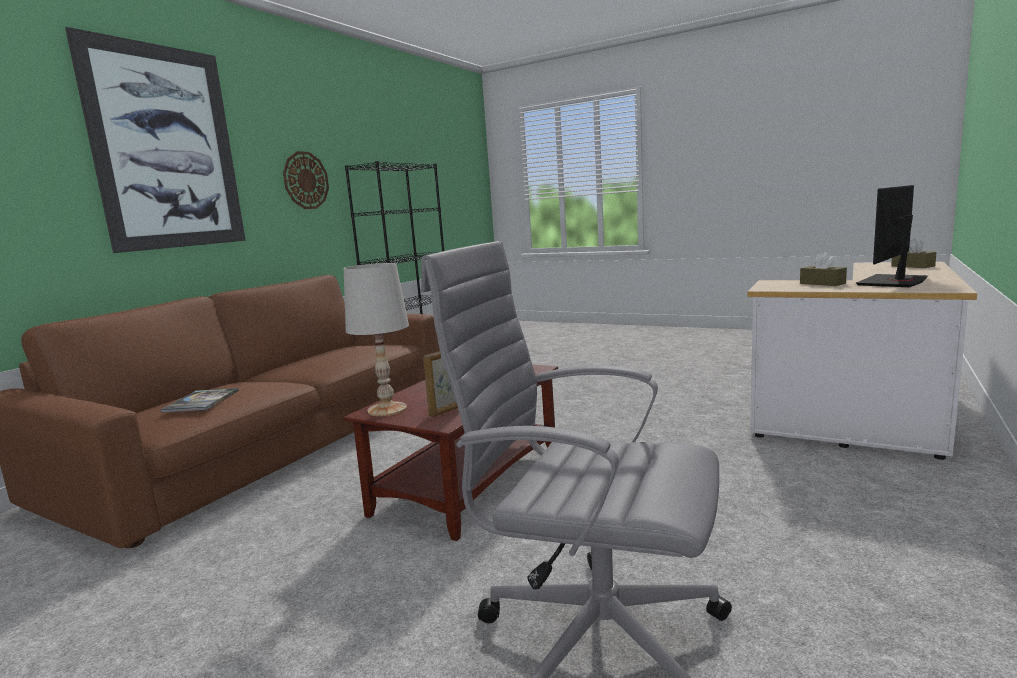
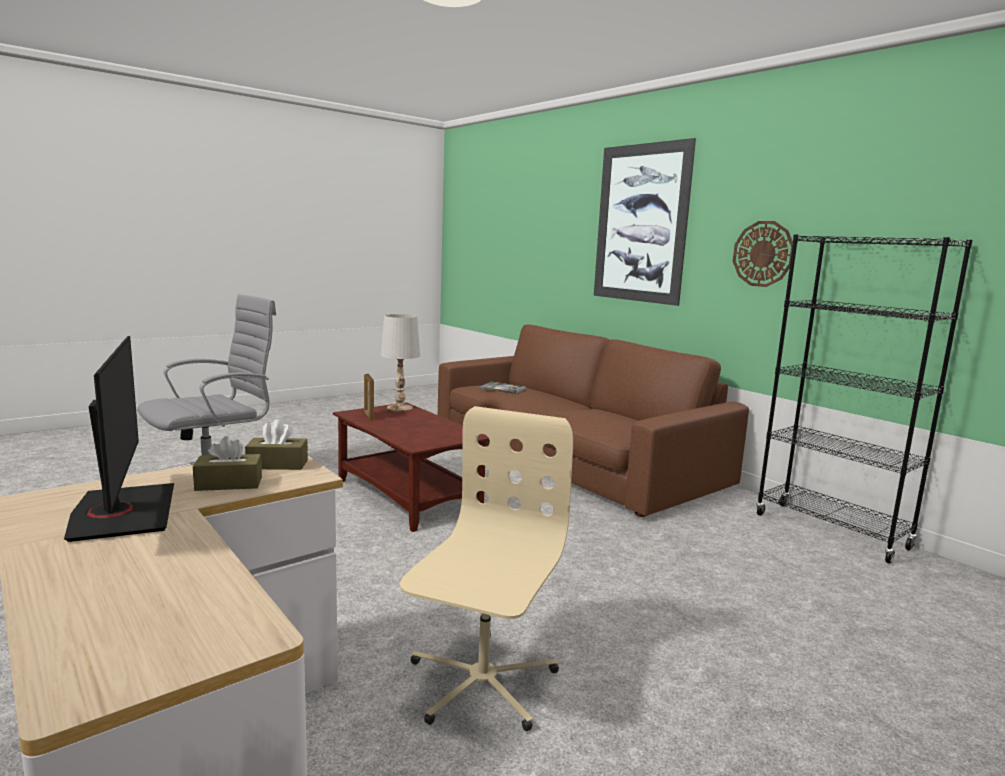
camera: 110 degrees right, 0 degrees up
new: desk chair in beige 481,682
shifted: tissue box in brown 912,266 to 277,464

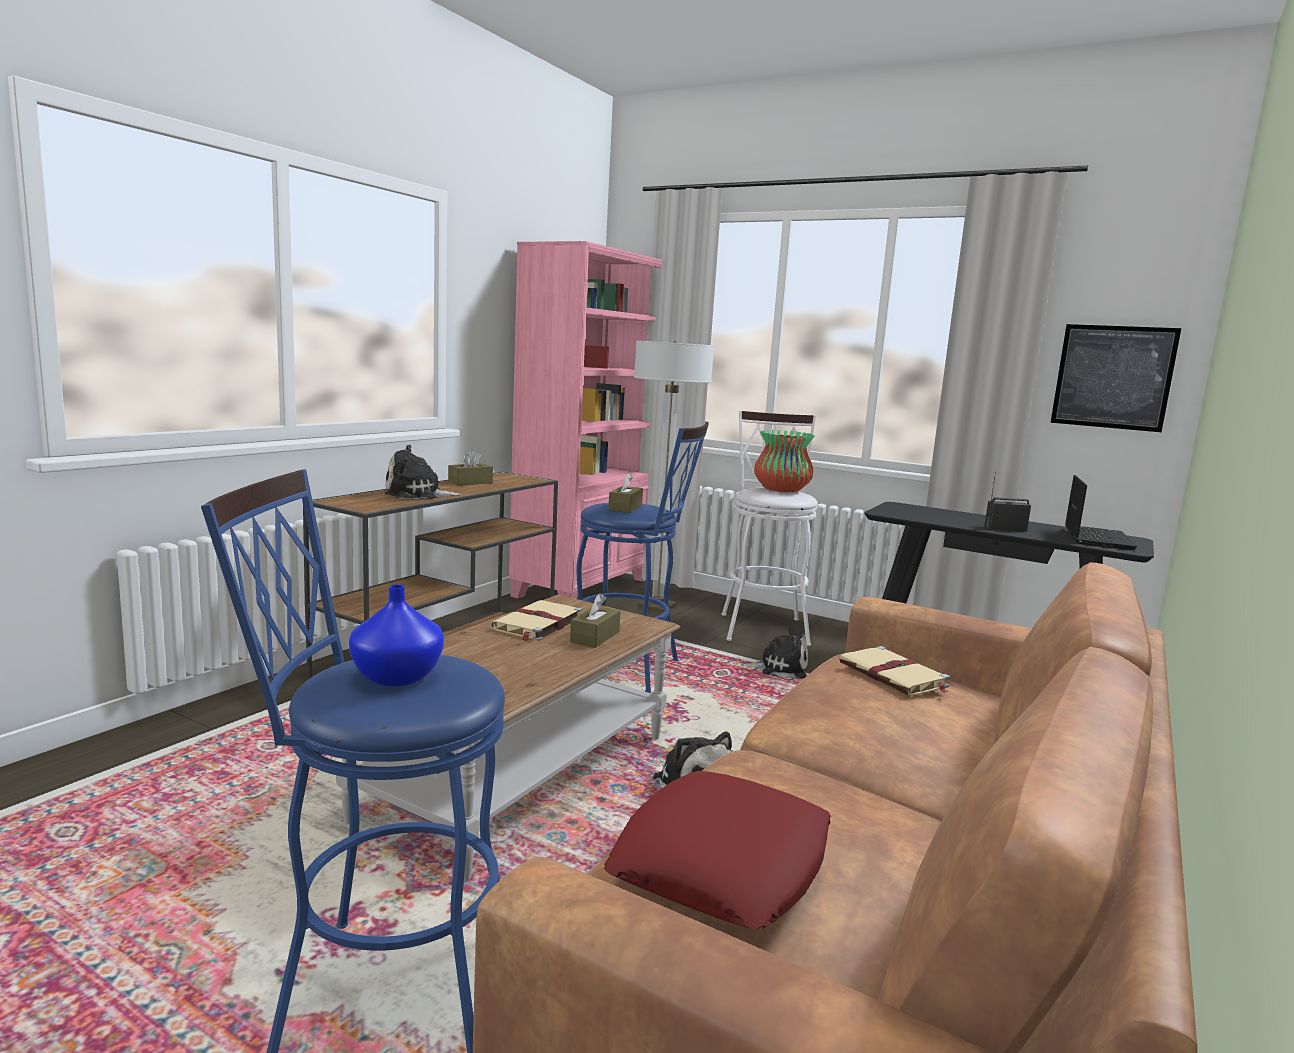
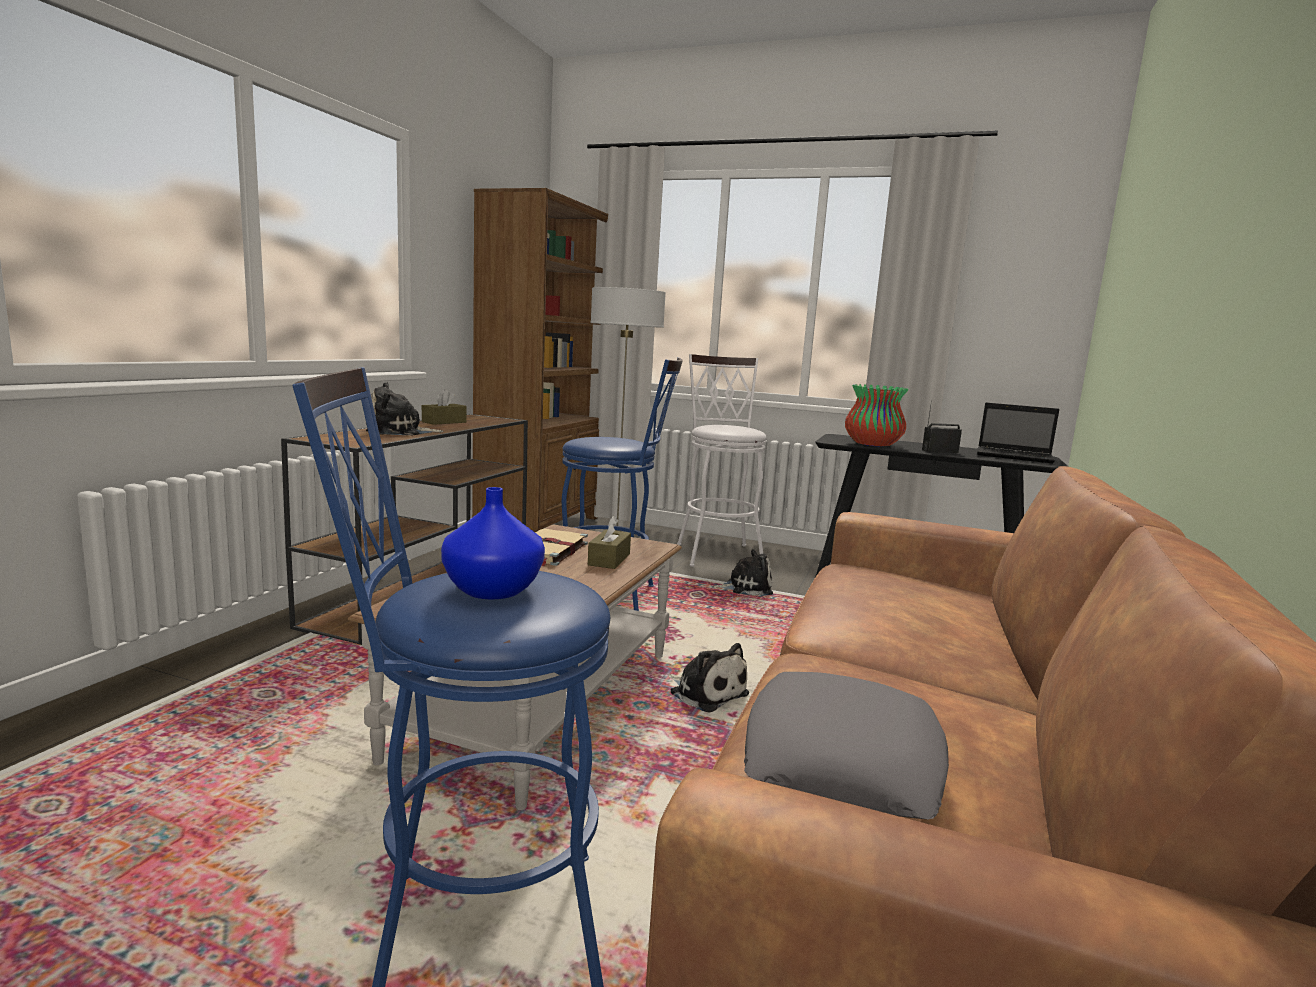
camera: 10 degrees left, 0 degrees up
gone: tissue box in brown 625,508; bound book in beige 894,675; wall art 1113,377
shifted: vase 781,490 to 872,445
repainted: bookshelf in pinkish 584,588 to bookshelf in brown 542,527; throw pillow in reddish 722,862 to throw pillow in greyish 841,757
rotated: portable computer 1096,538 = 1016,457 105 degrees clockwise

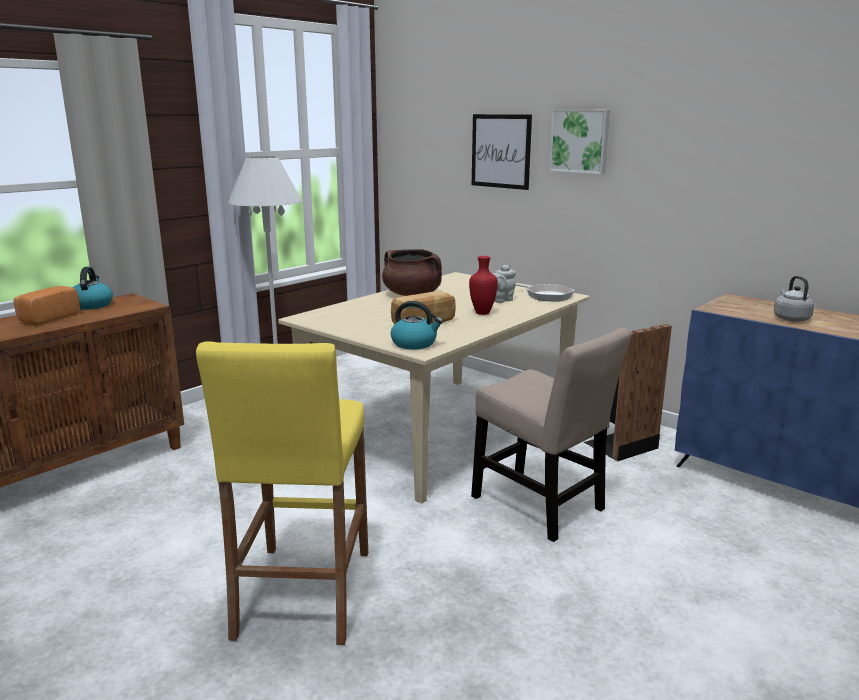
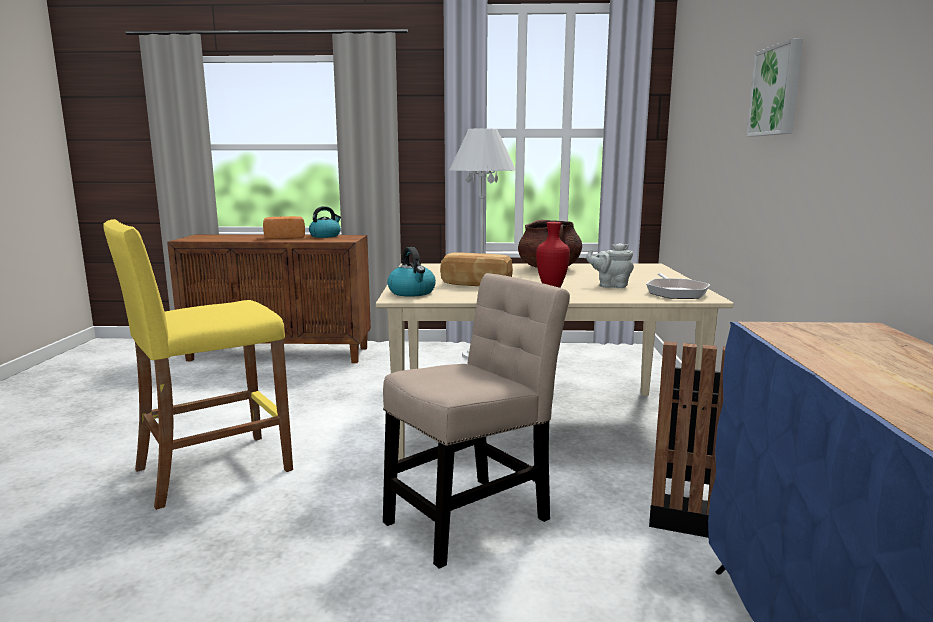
camera: 50 degrees right, 5 degrees down
gone: wall art 501,151; kettle in greyish 790,318
rotated: plain chair in beige 542,506 = 473,516 135 degrees counterclockwise

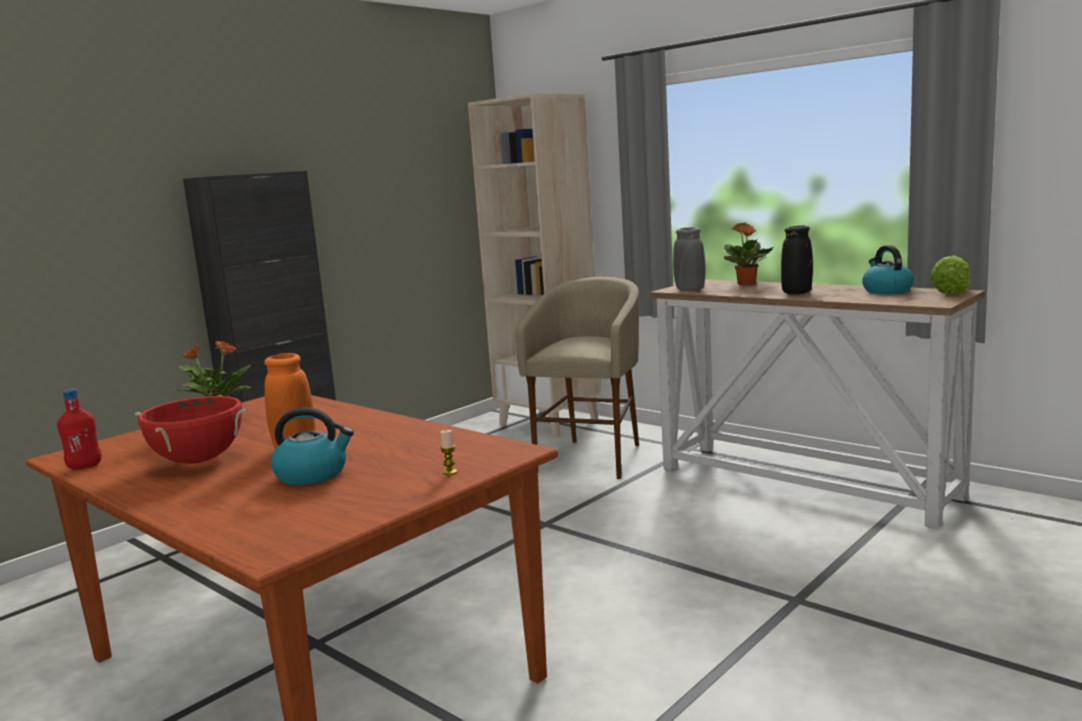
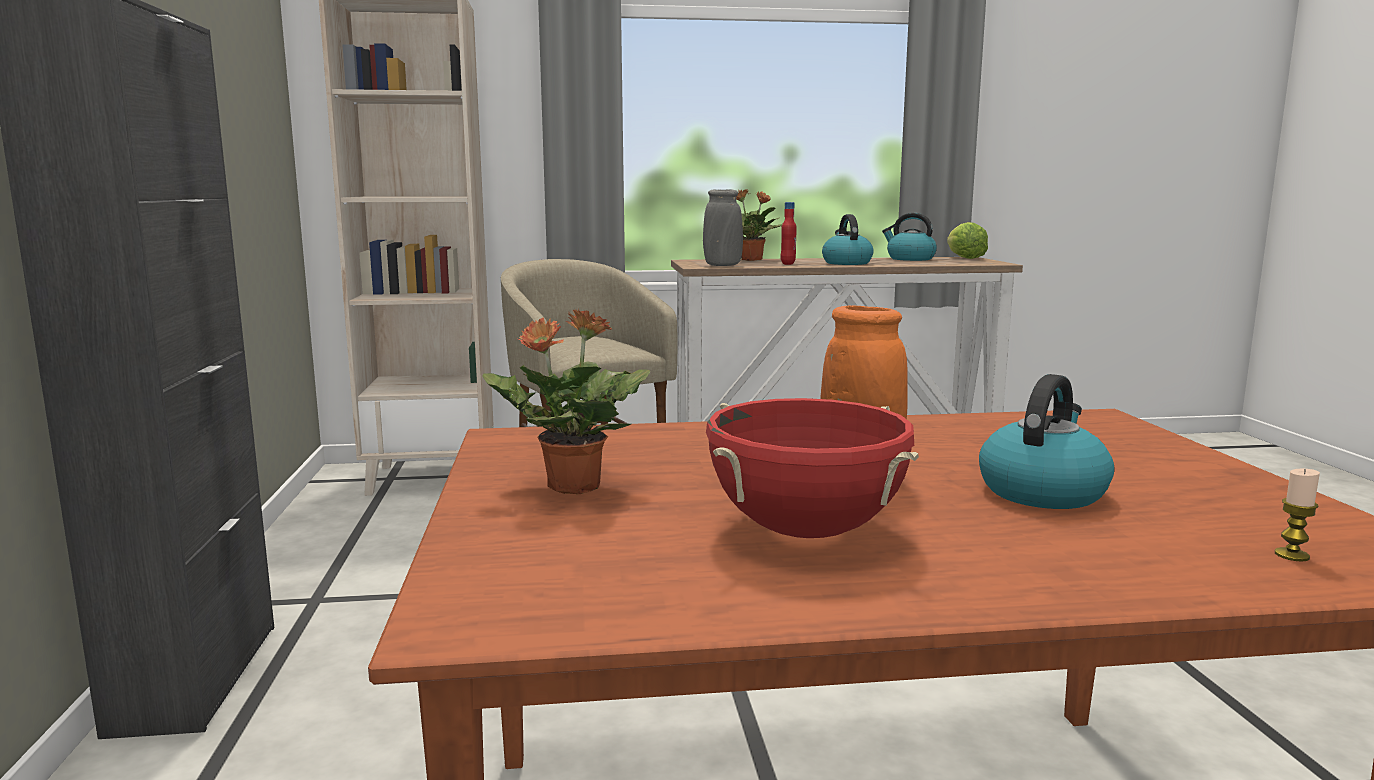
camera: 50 degrees left, 0 degrees up
shifted: beverage bottle in reddish 84,466 to 787,264; wax light 450,472 to 1291,555
swapped: vase in blackish 796,293 to kettle 846,263

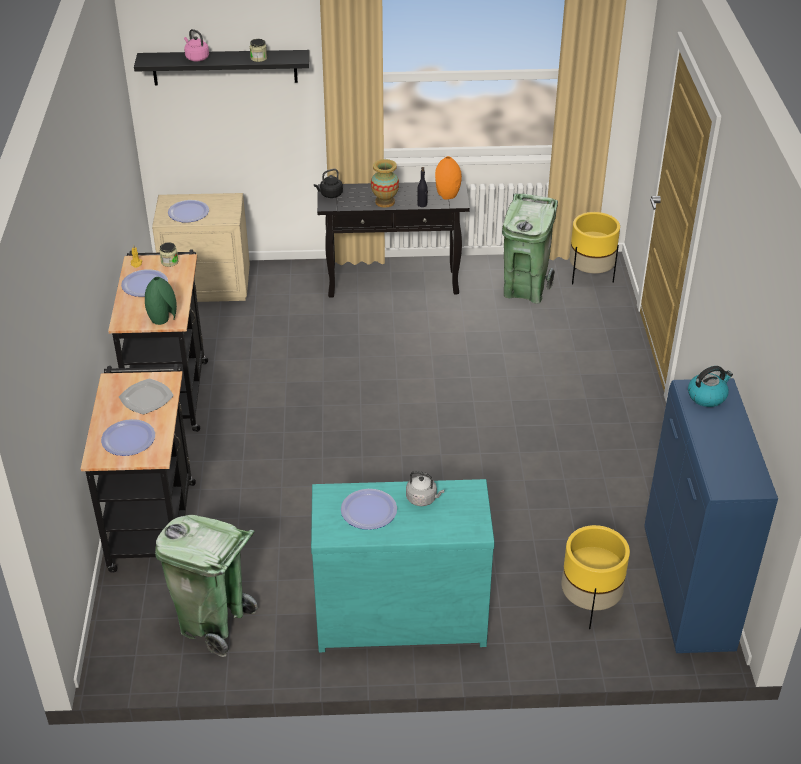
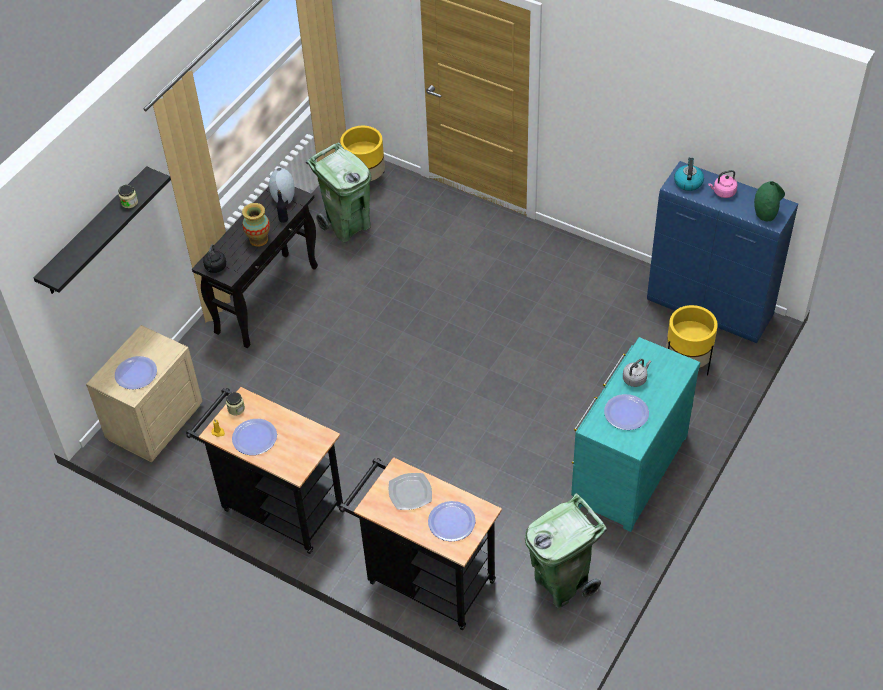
camera: 55 degrees left, 10 degrees up
shifted: vase in green-coloured 163,318 to 766,213; kettle in pinkish 196,58 to 723,192
repainted: vase in orange 447,194 to vase in greyish 284,198

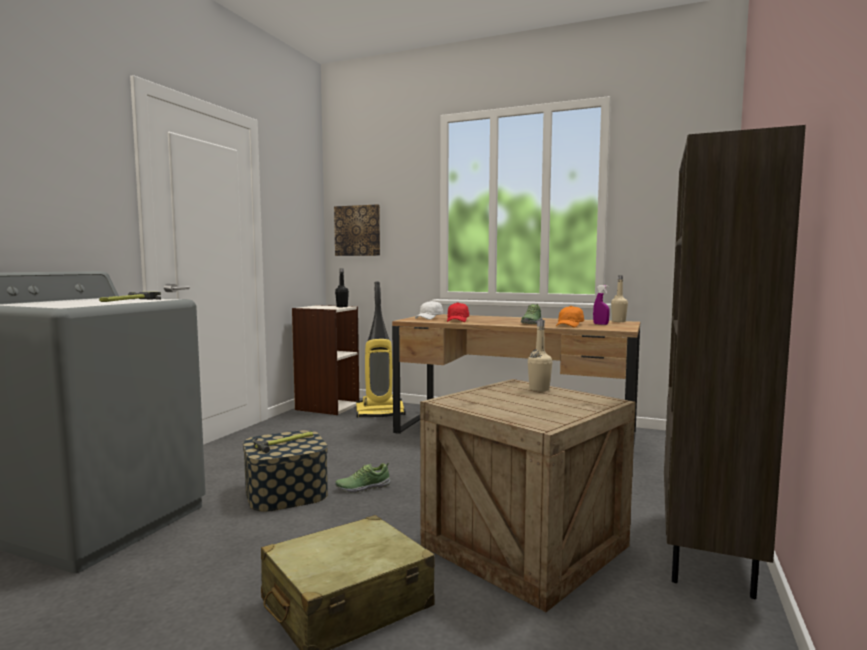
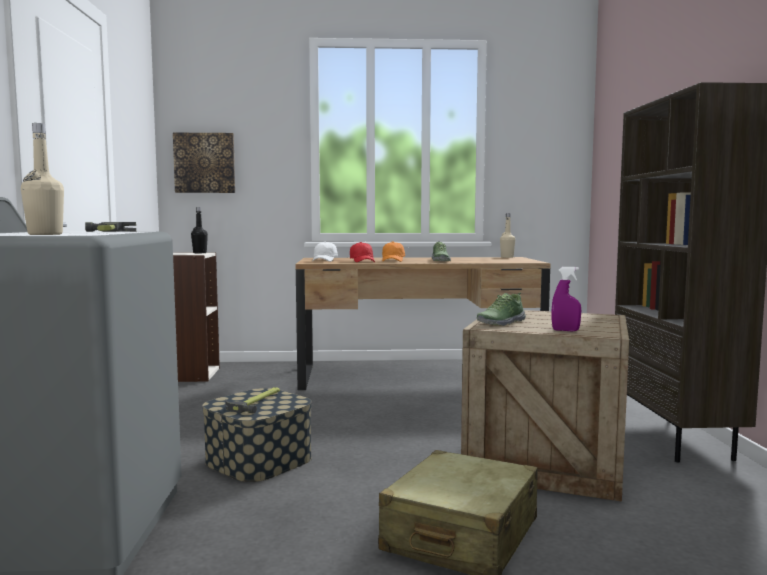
camera: 25 degrees left, 0 degrees up
gone: hoover 380,413
shifted: low shoe 363,487 to 500,322; beverage bottle in beige 539,389 to 45,234; peaked cap in orange 569,325 to 393,260; sprayer in purple-coloured 600,324 to 565,330

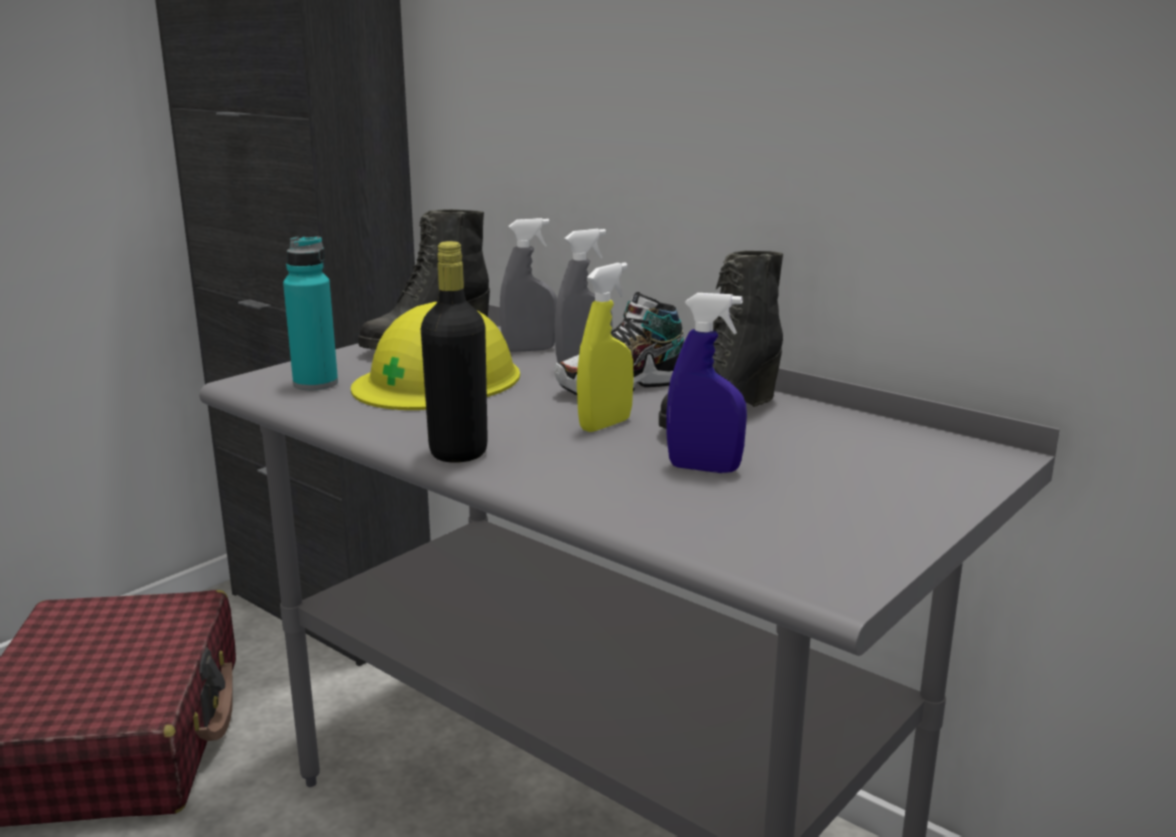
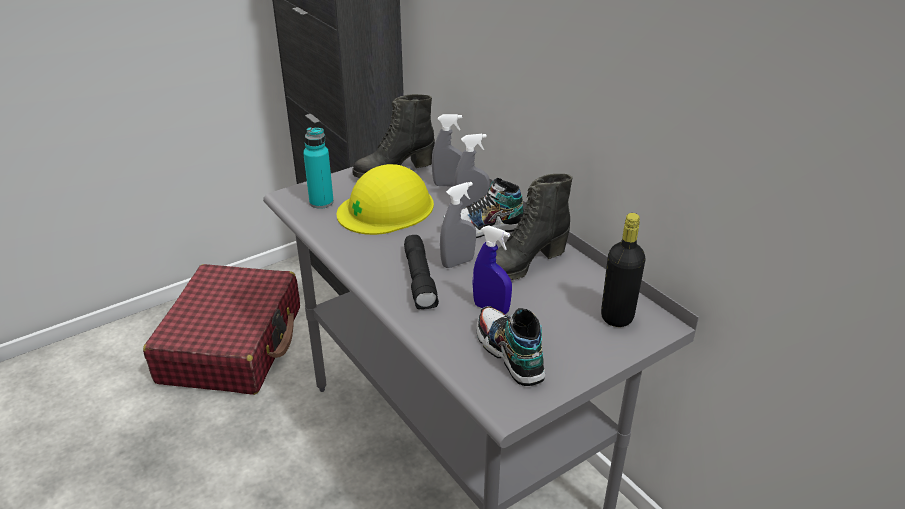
camera: 15 degrees right, 15 degrees up
new: hand torch in blackish 420,280; low shoe 509,354
shifted: beverage bottle in blackish 458,452 to 617,317
repainted: sprayer in yellowish 605,425 to sprayer in greyish 458,262

